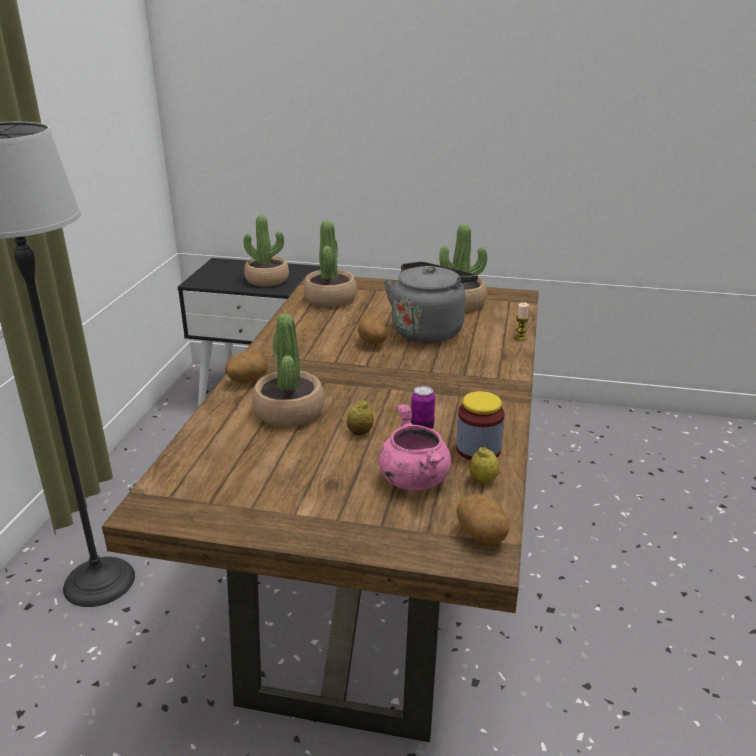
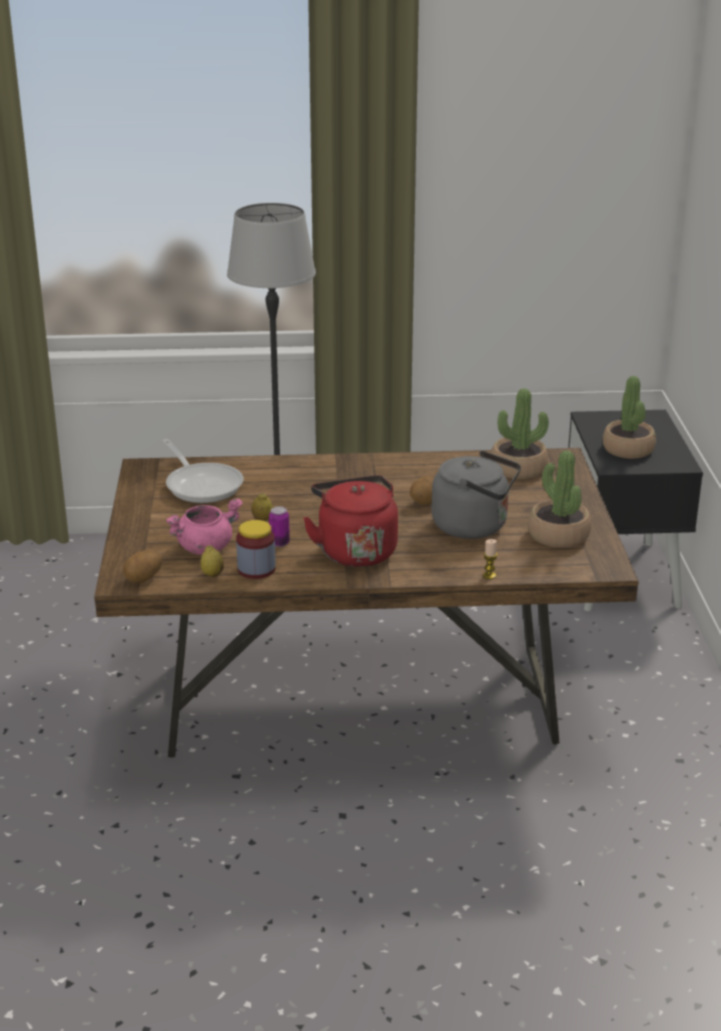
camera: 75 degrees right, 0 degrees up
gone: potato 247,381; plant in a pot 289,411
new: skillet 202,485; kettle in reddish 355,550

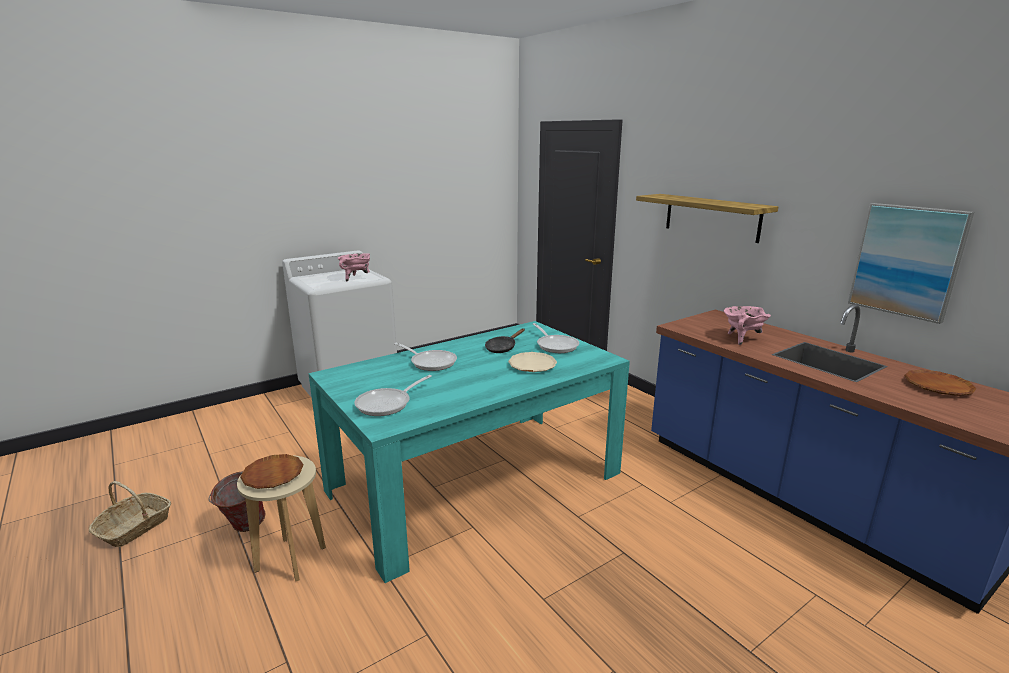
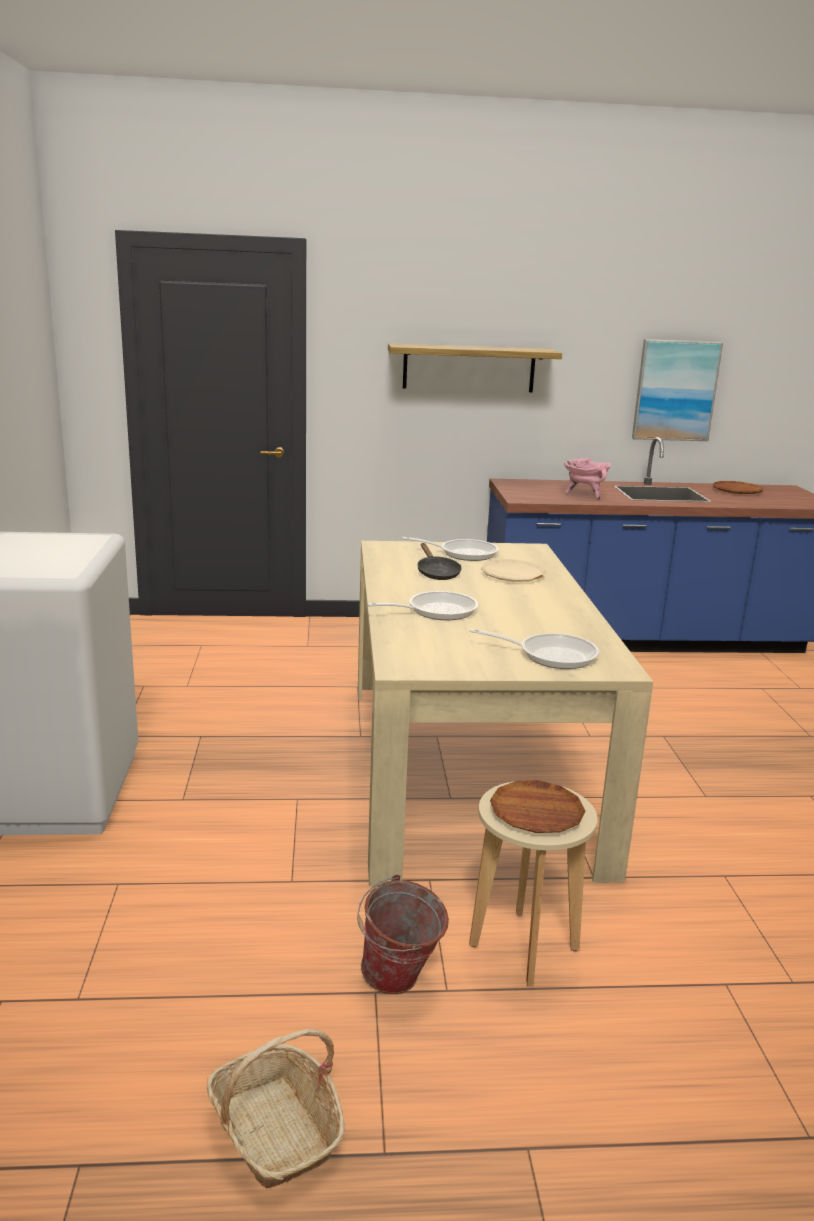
camera: 60 degrees left, 0 degrees up
gone: cooking pot in pinkish 356,278
repainted: kitchen table in turquoise-coloured 476,481 to kitchen table in beige 467,767
rotated: skillet 388,404 = 550,655 60 degrees counterclockwise

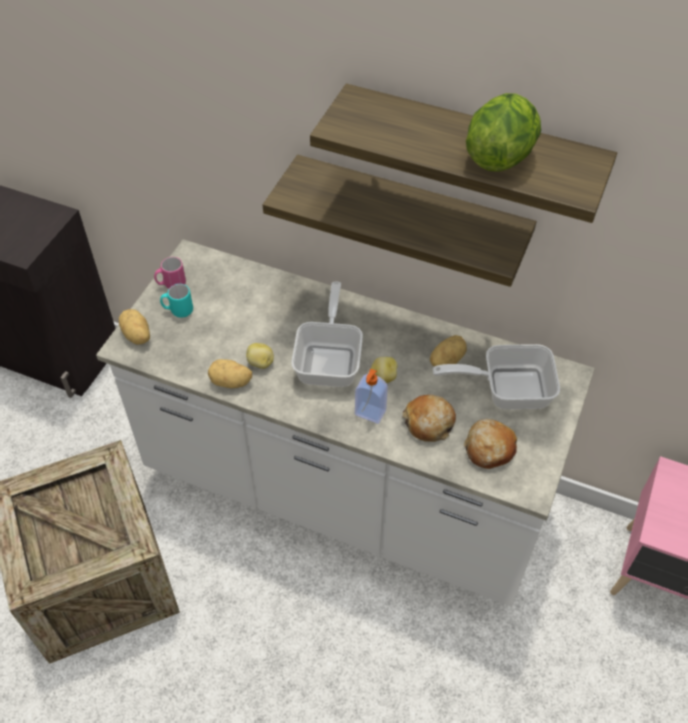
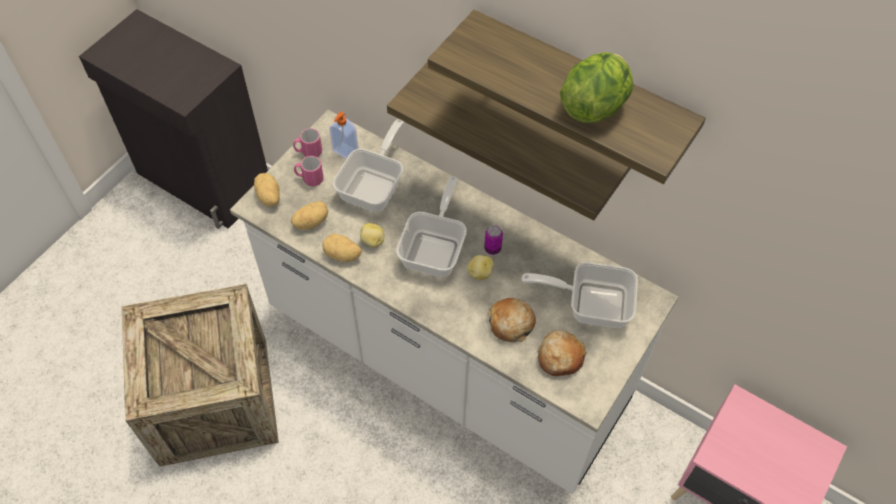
camera: 10 degrees right, 5 degrees up
new: skillet 375,185; metal can 492,248
shifted: liquid soap bottle 370,413 to 345,151; potato 446,360 to 311,222
repainted: mug in turquoise-coloured 178,310 to mug in pinkish 309,179

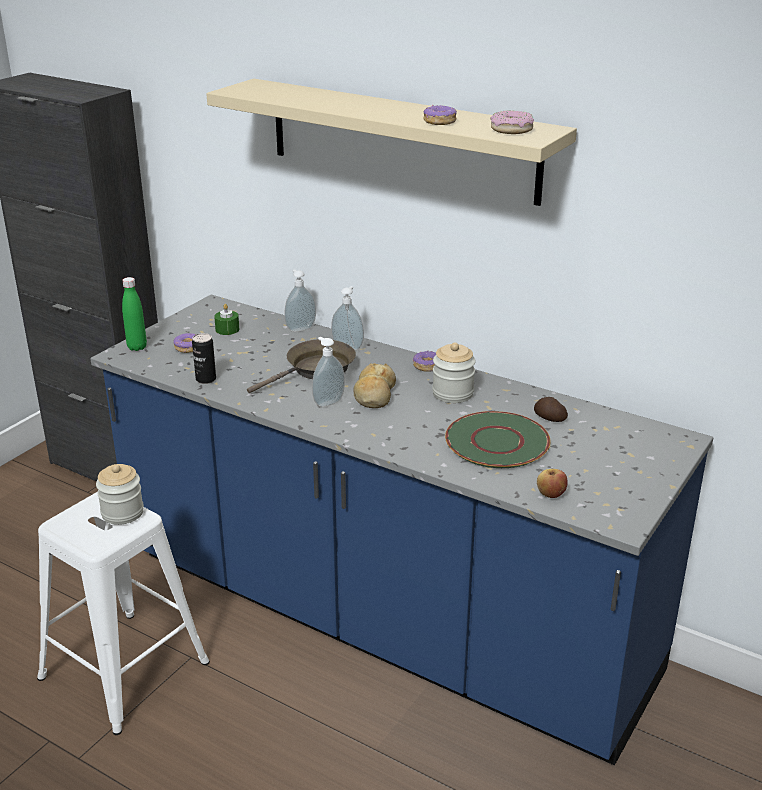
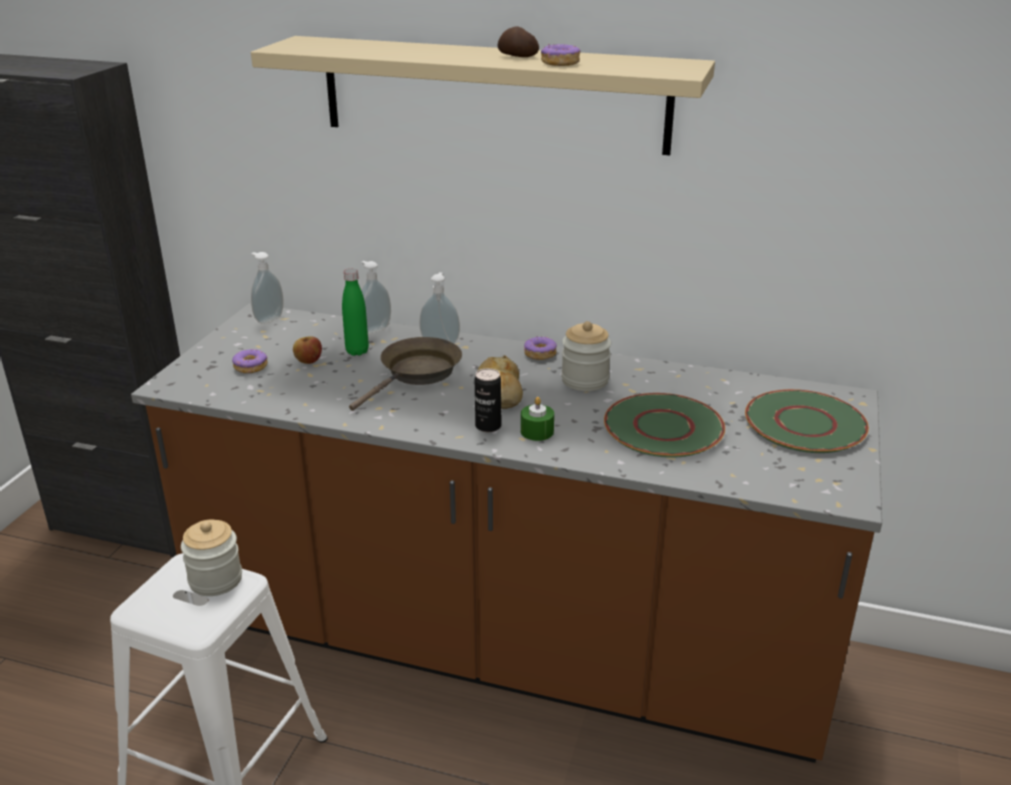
camera: 15 degrees left, 0 degrees up
gone: doughnut 511,129
new: dinner plate in green-coloured 806,423
shifted: beverage bottle in green-coloured 137,347 to 357,351; metal can 206,379 to 488,426; wax light in green-coloured 227,329 to 537,431; liquid soap bottle 327,402 to 268,319; potato 549,418 to 517,56; whole apple 551,494 to 308,361
repainted: kitchen base unit in blue-coloured 381,617 to kitchen base unit in brown 505,645

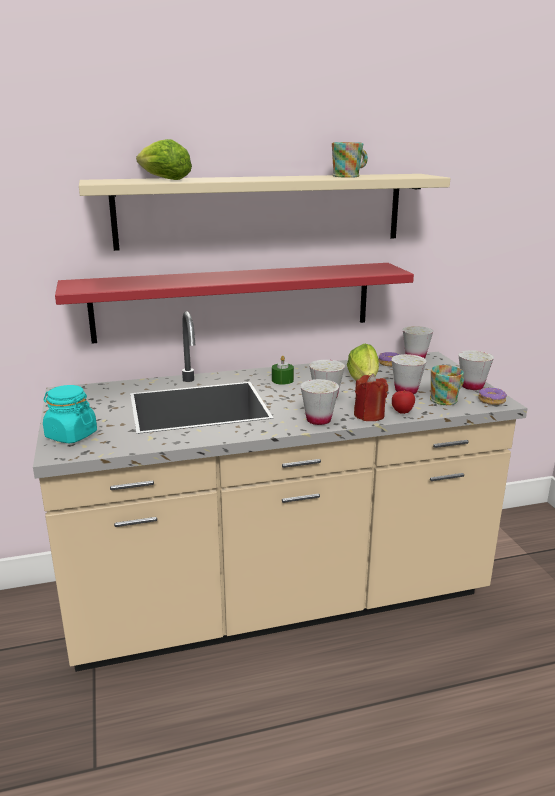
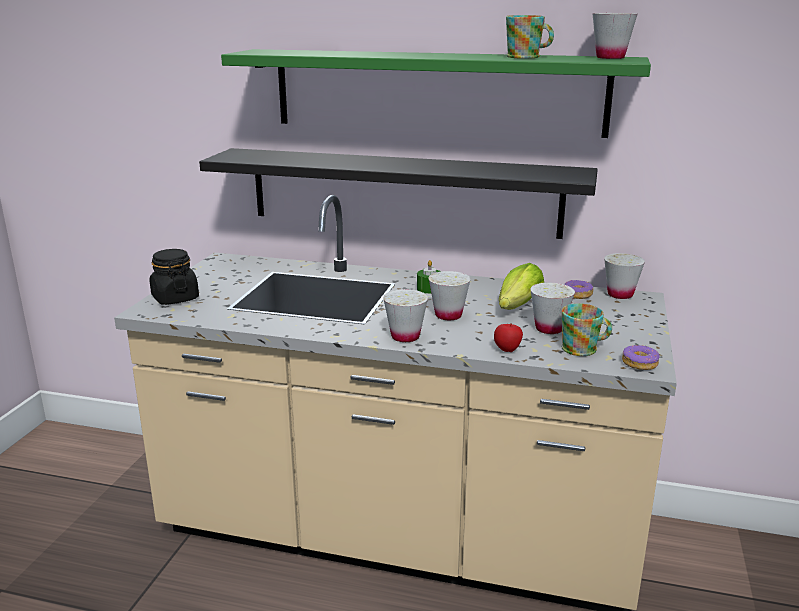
camera: 30 degrees right, 0 degrees up
gone: lettuce head 162,179; wax light in reddish 369,415
shifted: cup in whitish 472,386 to 610,57
repainted: storage jar in turquoise-coloured 71,435 to storage jar in blackish 175,298; shelf in reddish 234,301 to shelf in blackish 403,192; shelf in beige 261,210 to shelf in green-coloured 437,92

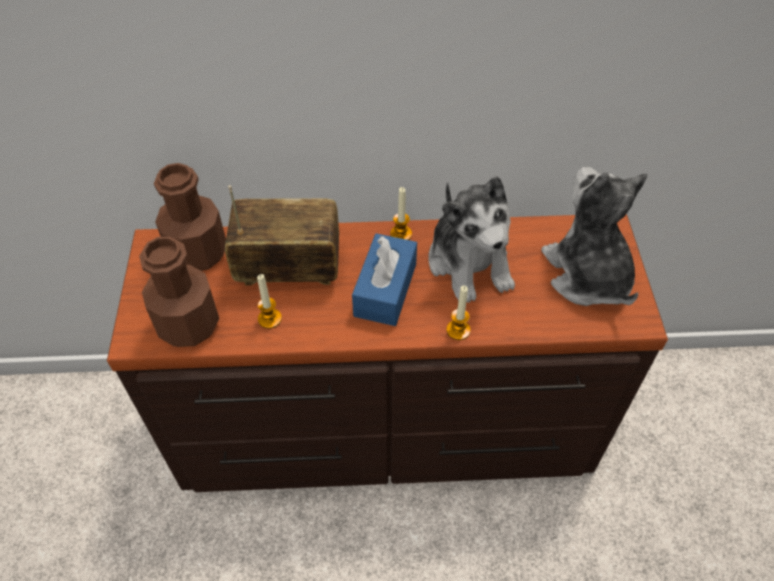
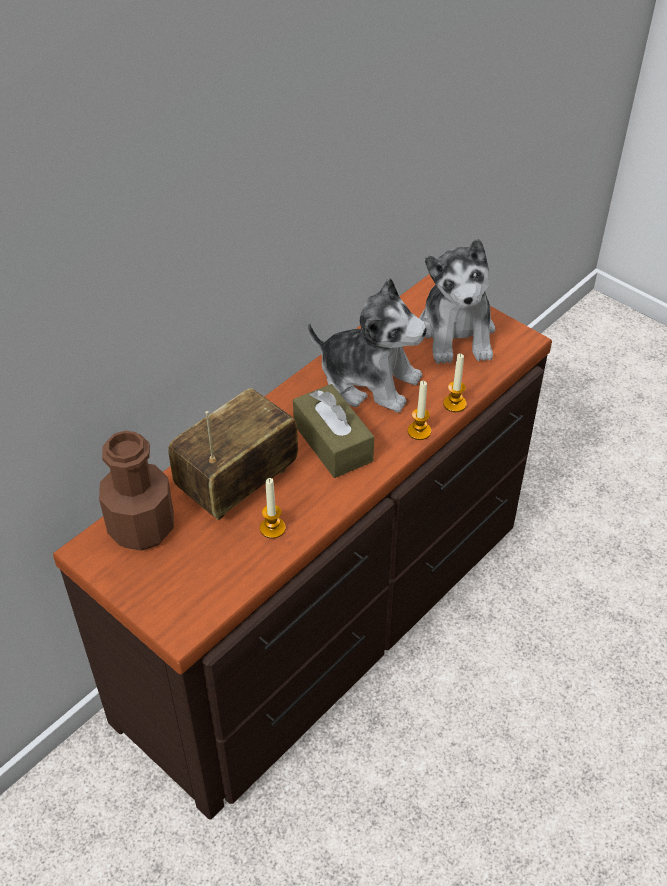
camera: 45 degrees left, 5 degrees down
gone: beverage bottle in brown 188,324
shifted: wax light 401,234 to 454,404
repainted: tissue box in blue-coloured 385,290 to tissue box in brown 332,442
rotated: cuddly toy 587,275 = 456,333 120 degrees counterclockwise

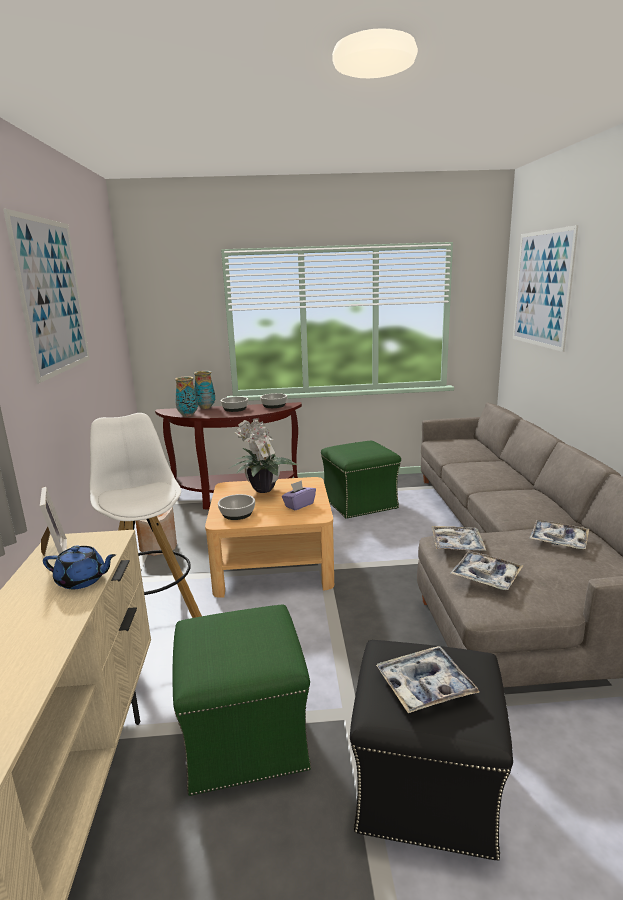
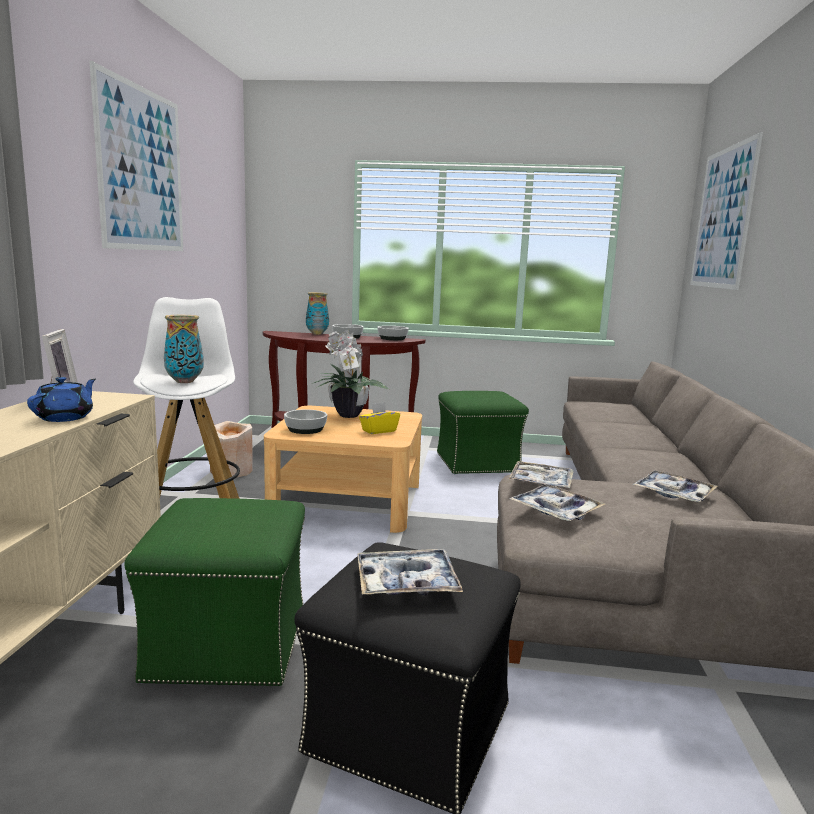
camera: 10 degrees right, 5 degrees down
shifted: vase 188,415 to 185,381
repainted: tissue box in purple-coloured 299,505 to tissue box in yellowish 379,431
rotated: pot for tea in blue-coloured 82,580 = 65,417 90 degrees counterclockwise

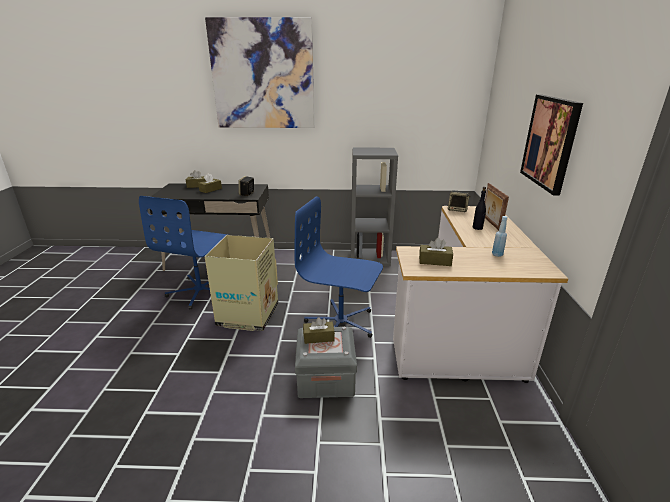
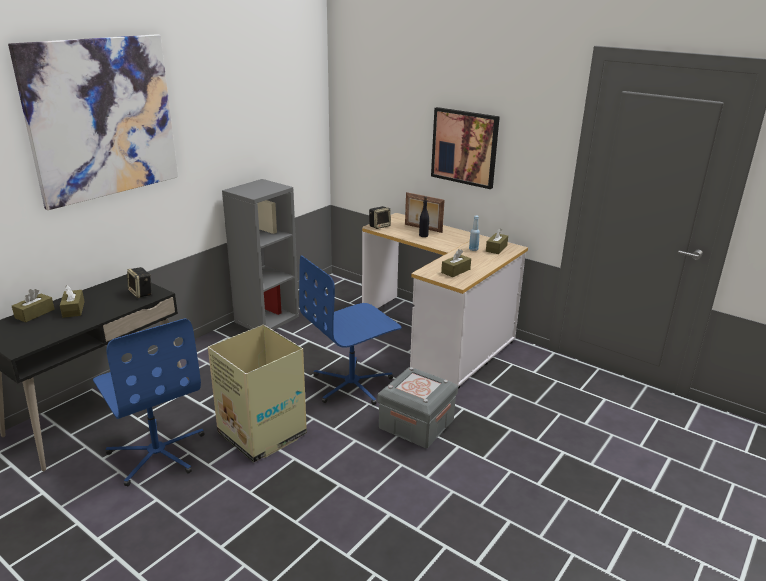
camera: 55 degrees left, 0 degrees up
shifted: tissue box in brown 318,337 to 496,248

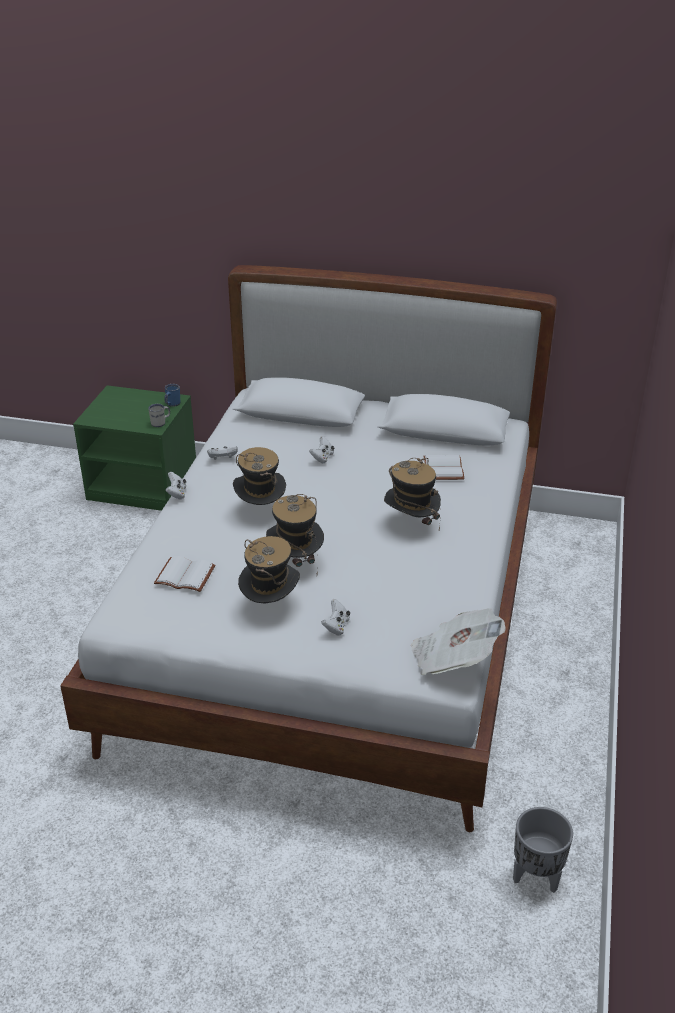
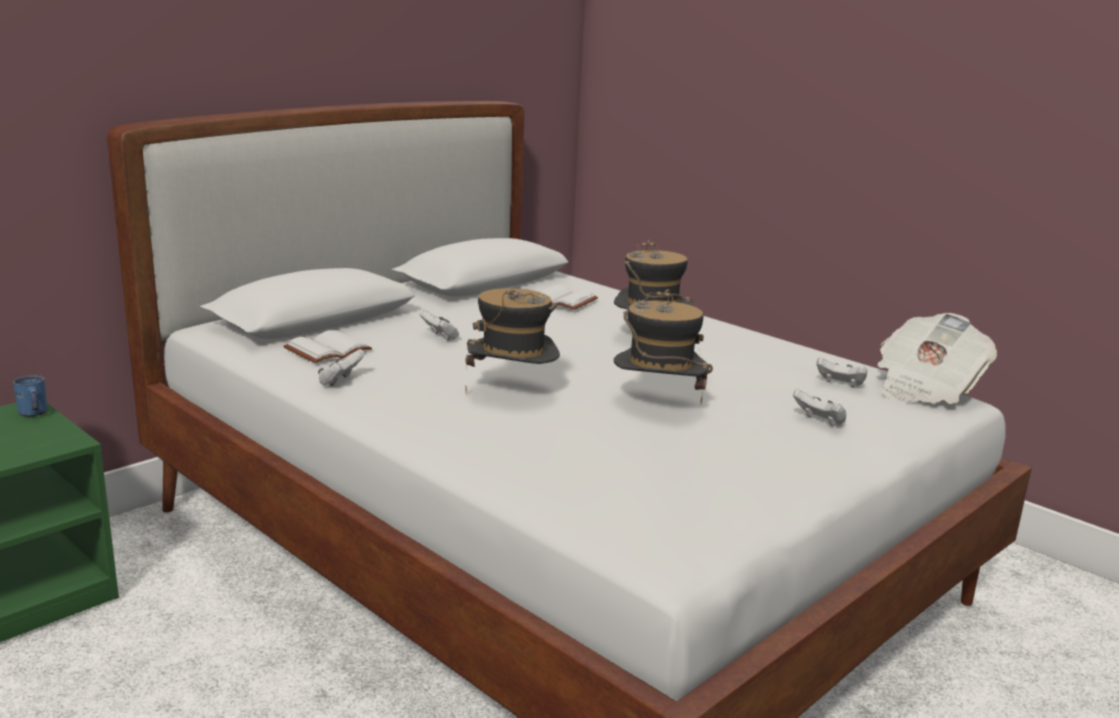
camera: 60 degrees left, 15 degrees down
gone: mug in whitish 161,423; hat 270,606; planter in greyish 536,877
shifted: bound book in whitish 186,575 to 327,349; game controller in whitish 177,494 to 840,385

